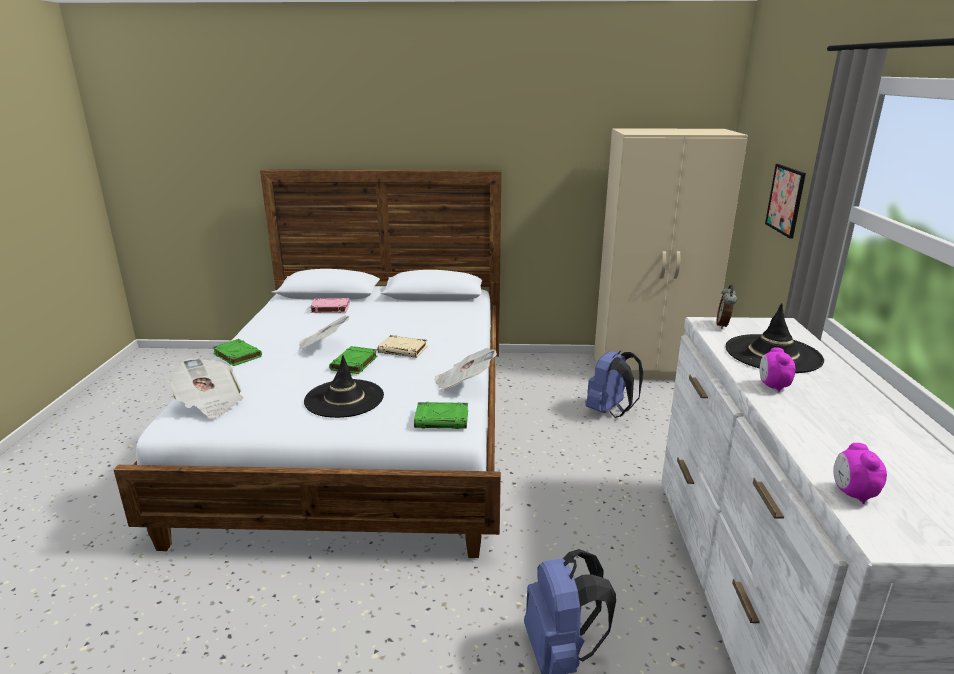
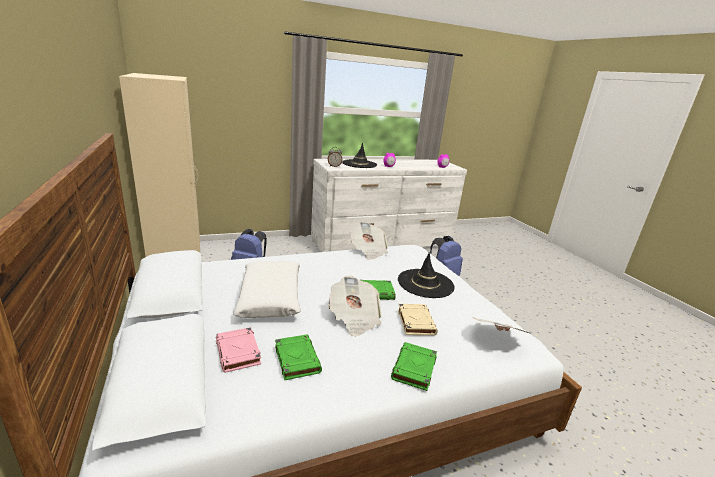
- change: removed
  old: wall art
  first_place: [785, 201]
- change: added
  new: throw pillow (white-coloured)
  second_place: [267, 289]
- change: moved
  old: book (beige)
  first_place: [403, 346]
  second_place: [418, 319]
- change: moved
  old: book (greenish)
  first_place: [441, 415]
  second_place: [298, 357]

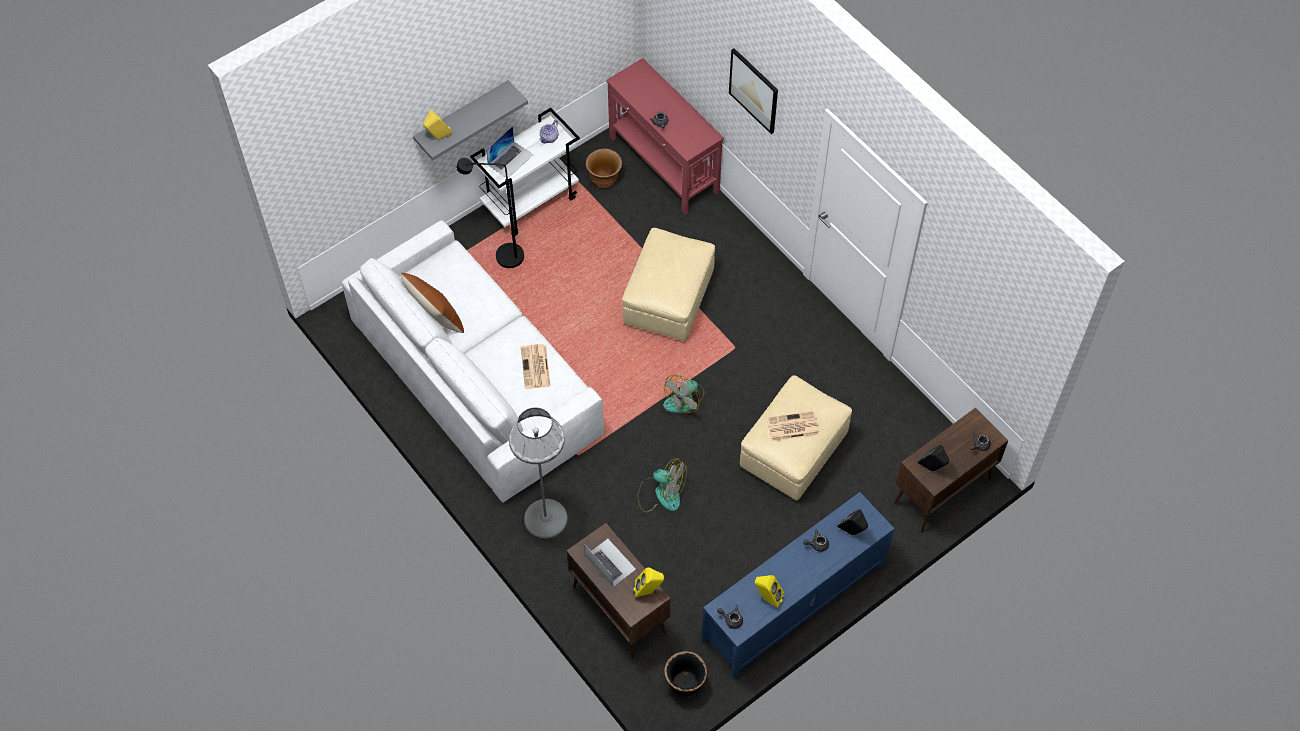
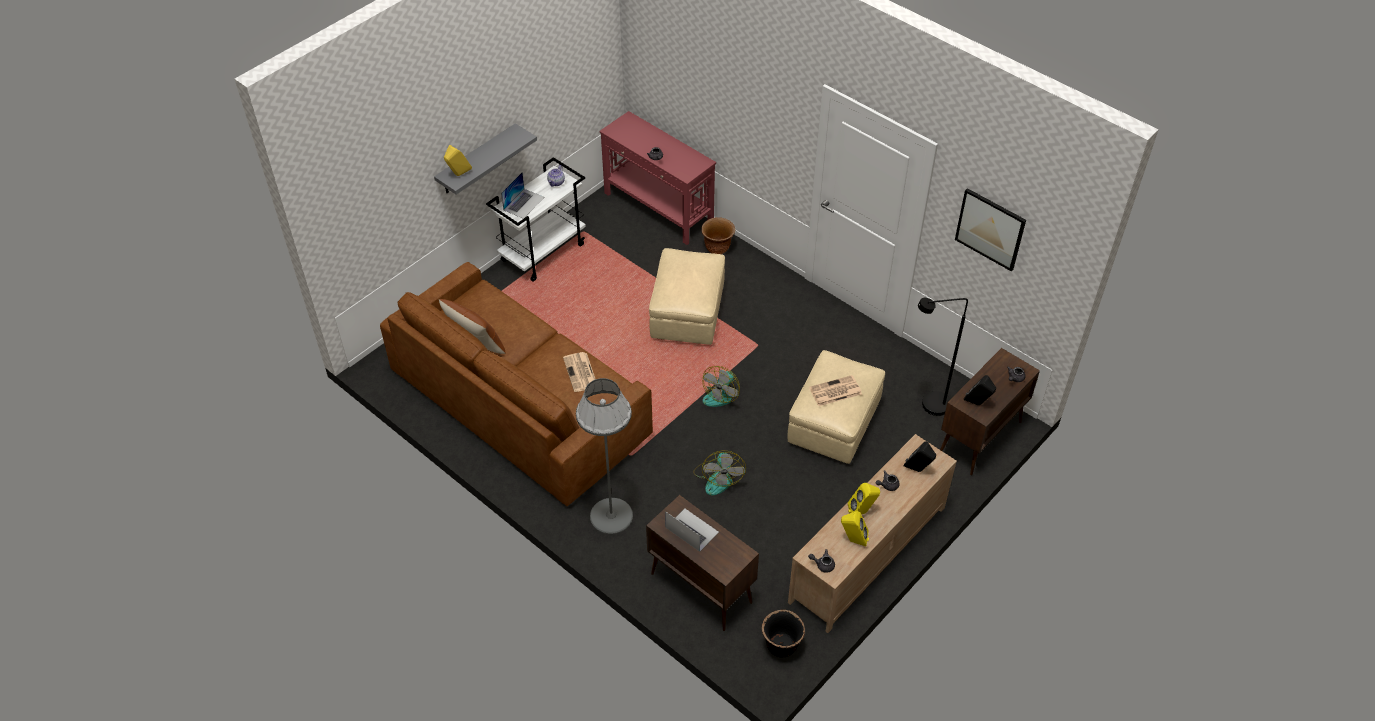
- change: moved
  old: standing lamp (black-coloured)
  first_place: [490, 213]
  second_place: [943, 357]
- change: moved
  old: flower pot (brown-coloured)
  first_place: [604, 168]
  second_place: [718, 235]
- change: moved
  old: speaker (yellowish)
  first_place: [649, 582]
  second_place: [864, 499]
- change: moved
  old: wall art
  first_place: [753, 91]
  second_place: [990, 229]
- change: recoloured
  old: sofa (white-coloured)
  new: sofa (brown-coloured)
  first_place: [473, 361]
  second_place: [516, 384]
- change: recoloured
  old: media console (bluish)
  new: media console (beige)
  first_place: [798, 585]
  second_place: [872, 533]
- change: turned
  old: cooling fan
  first_place: [662, 485]
  second_place: [719, 473]
  degrees: 75

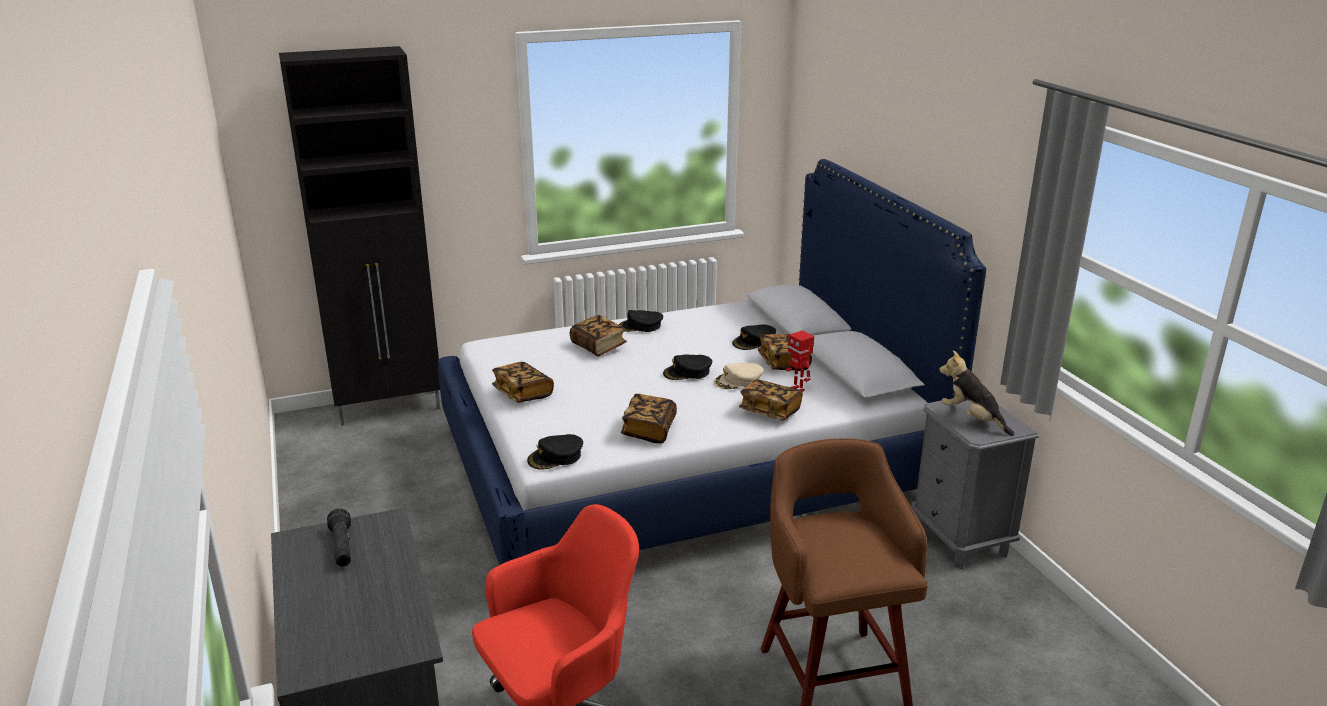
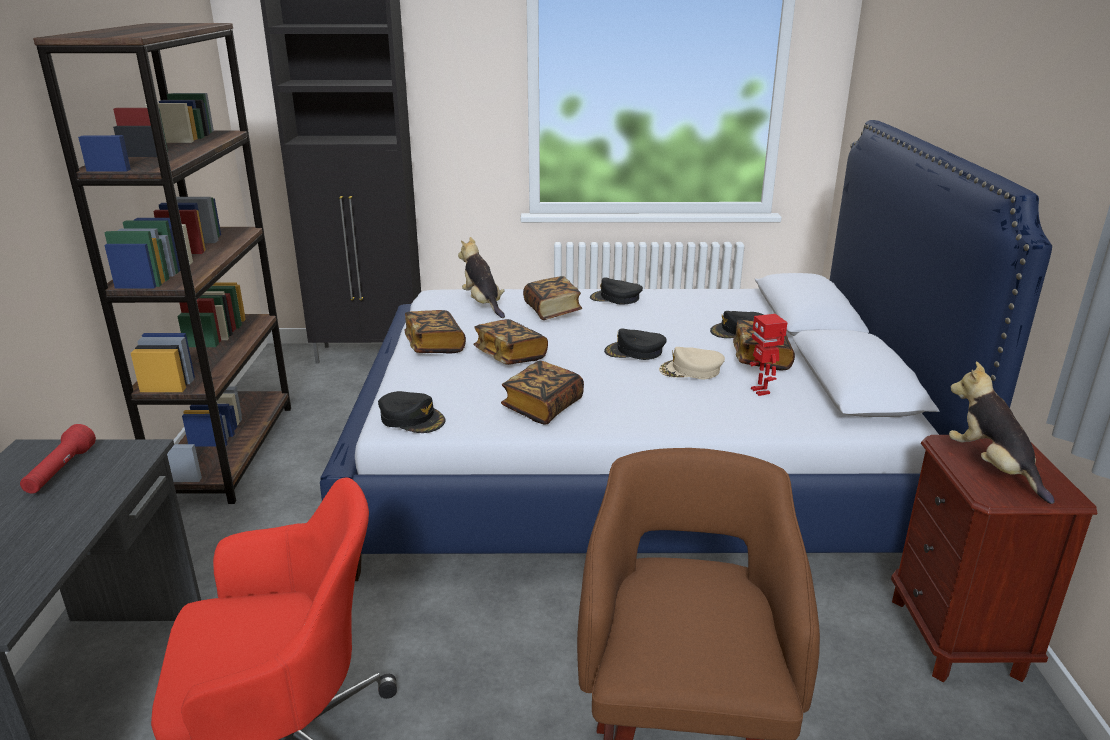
- change: added
  new: shelving unit (brown-coloured)
  second_place: [162, 263]
- change: added
  new: plush toy
  second_place: [481, 277]
- change: moved
  old: book
  first_place: [771, 399]
  second_place: [510, 342]
- change: recoloured
  old: flashlight (black-coloured)
  new: flashlight (reddish)
  first_place: [339, 537]
  second_place: [58, 459]
- change: recoloured
  old: night table (grey)
  new: night table (brown-coloured)
  first_place: [975, 483]
  second_place: [994, 558]
- change: turned
  old: cap (black-coloured)
  first_place: [555, 452]
  second_place: [412, 412]
  degrees: -135

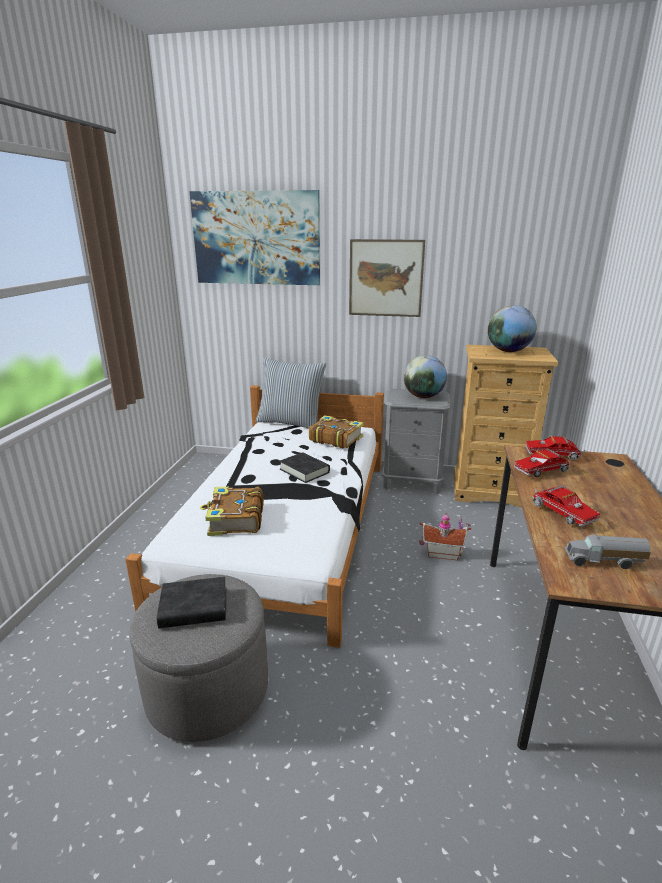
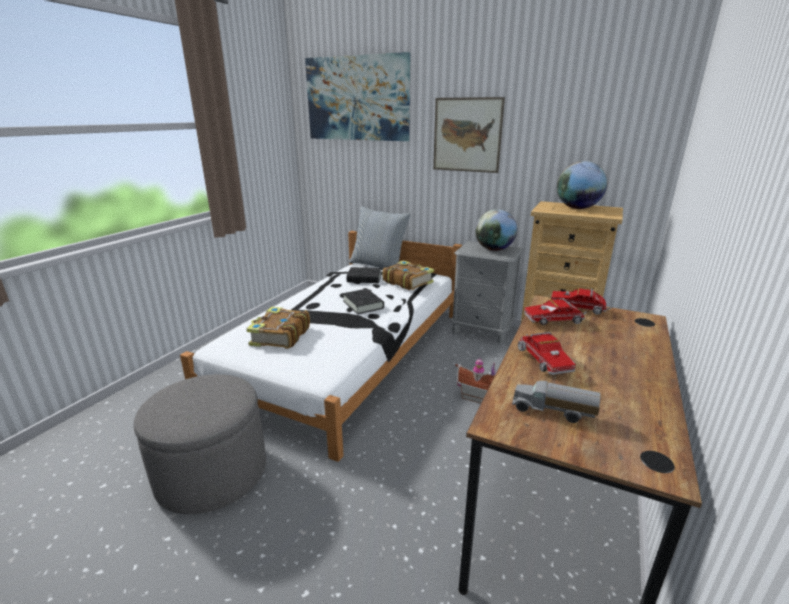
- change: moved
  old: book (black-coloured)
  first_place: [191, 602]
  second_place: [363, 275]

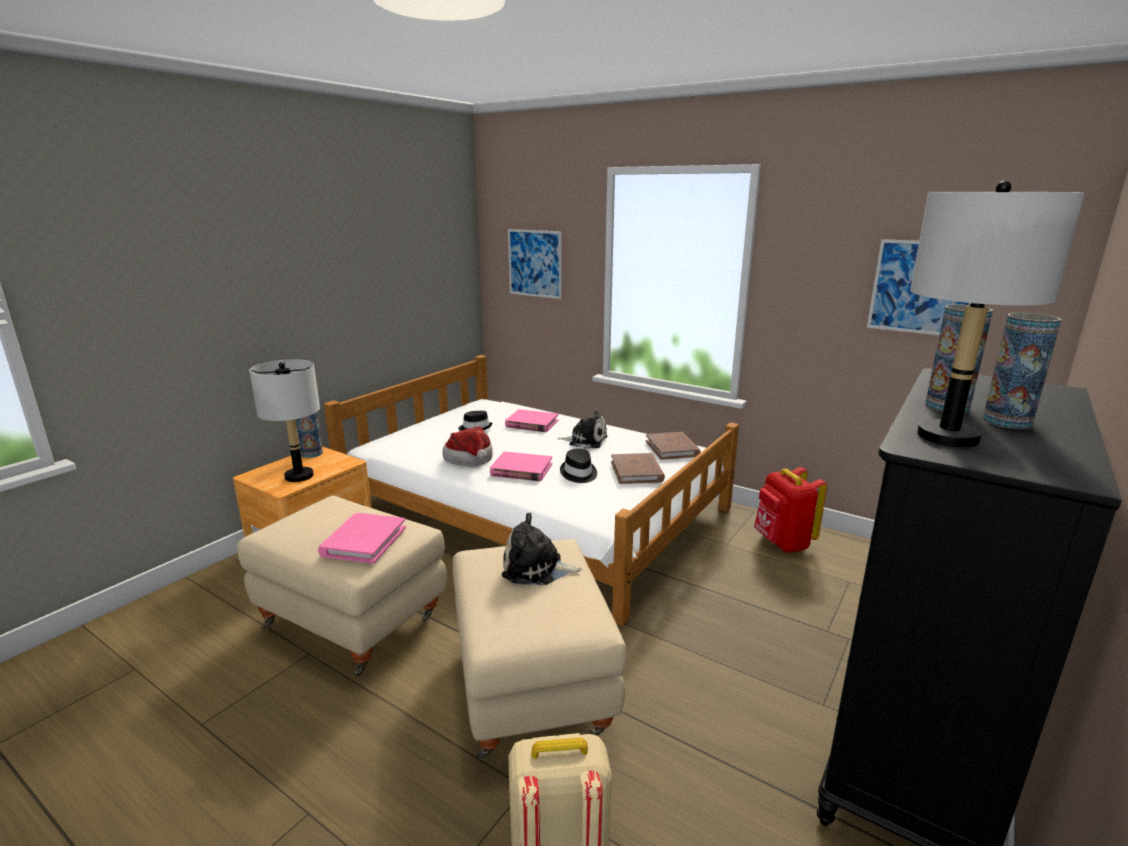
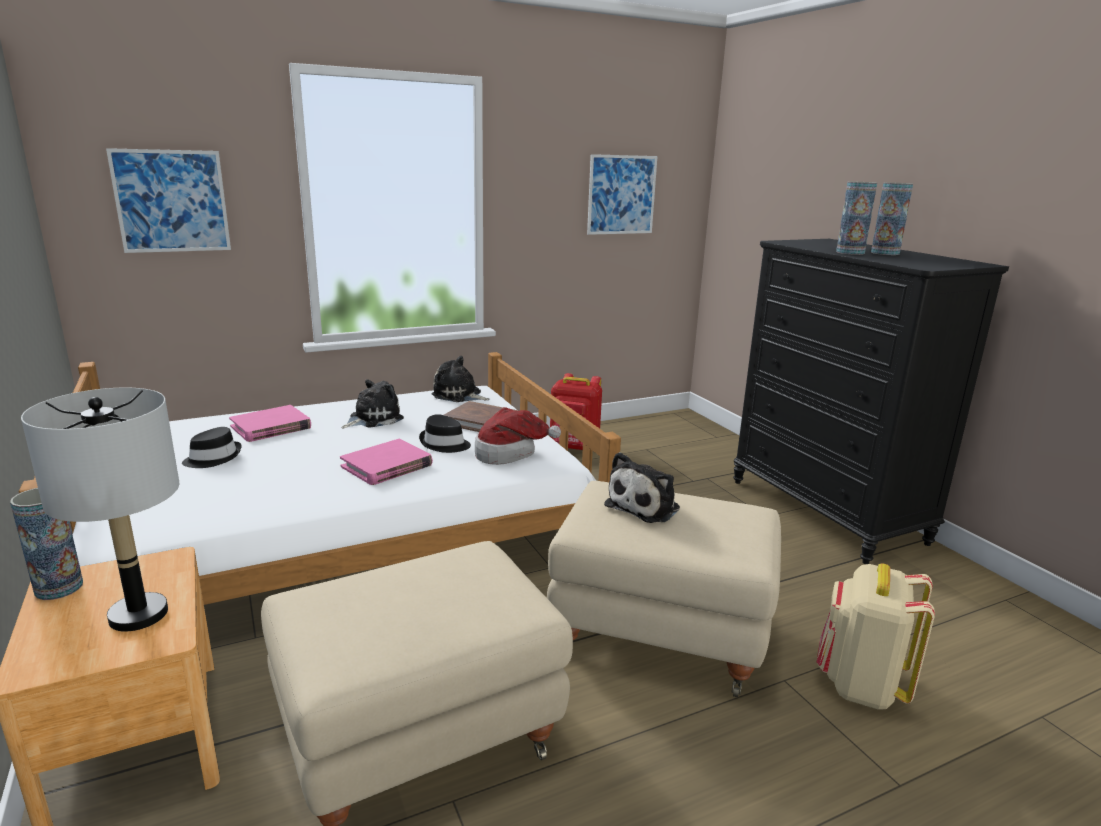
- change: removed
  old: book (pinkish)
  first_place: [362, 538]
- change: removed
  old: lamp for a table (grey)
  first_place: [997, 314]
- change: moved
  old: clothing hat
  first_place: [467, 446]
  second_place: [518, 436]
- change: replaced
  old: book (brown-coloured)
  new: plush toy
  first_place: [673, 446]
  second_place: [461, 379]

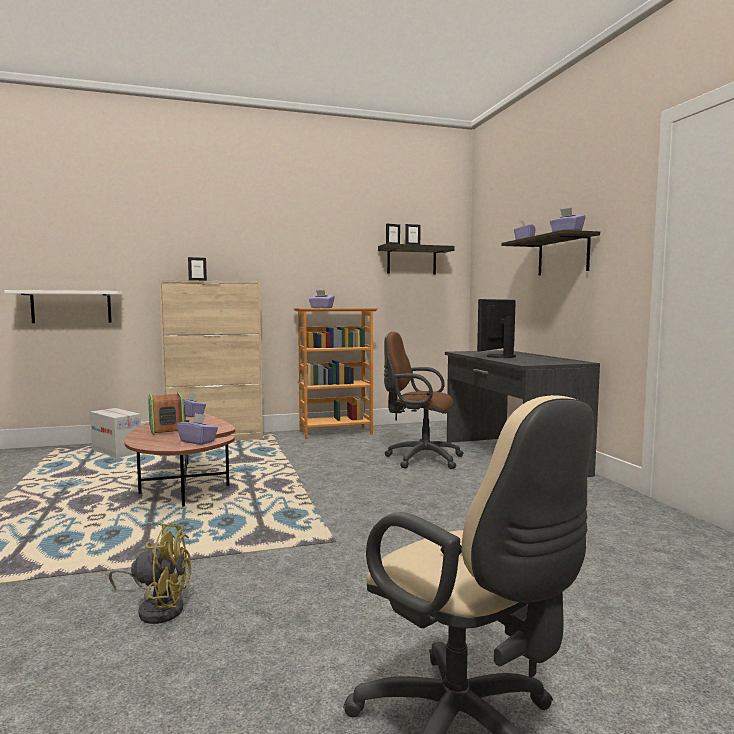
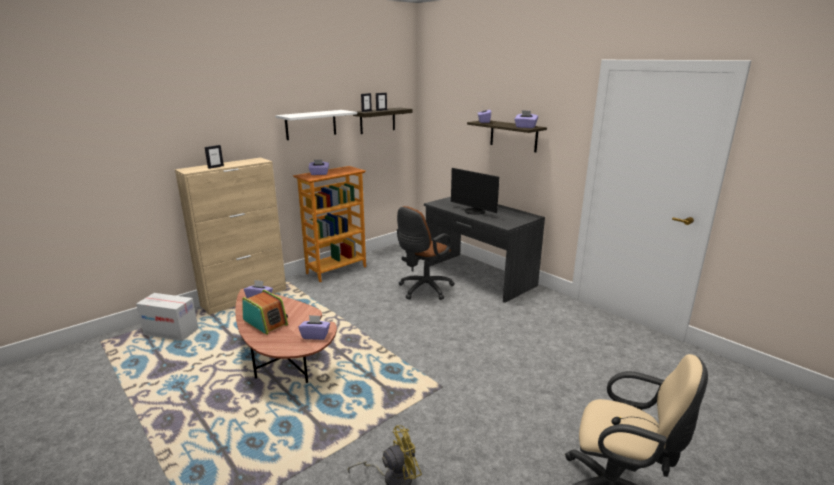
- change: moved
  old: wall shelf (white-coloured)
  first_place: [63, 306]
  second_place: [316, 125]
- change: turned
  old: computer chair (brown-coloured)
  first_place: [424, 400]
  second_place: [426, 253]
  degrees: -45
- change: turned
  old: computer screen
  first_place: [496, 328]
  second_place: [475, 191]
  degrees: -60

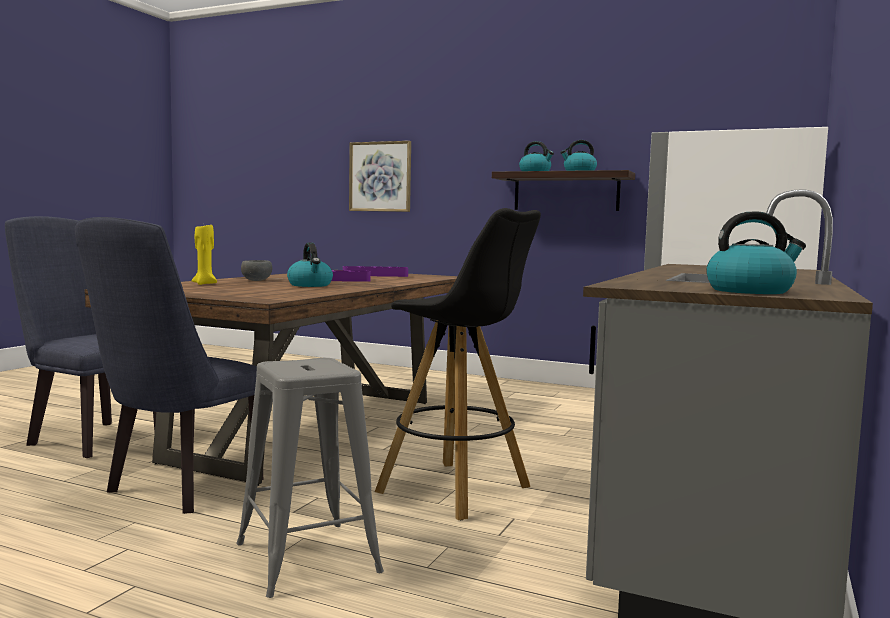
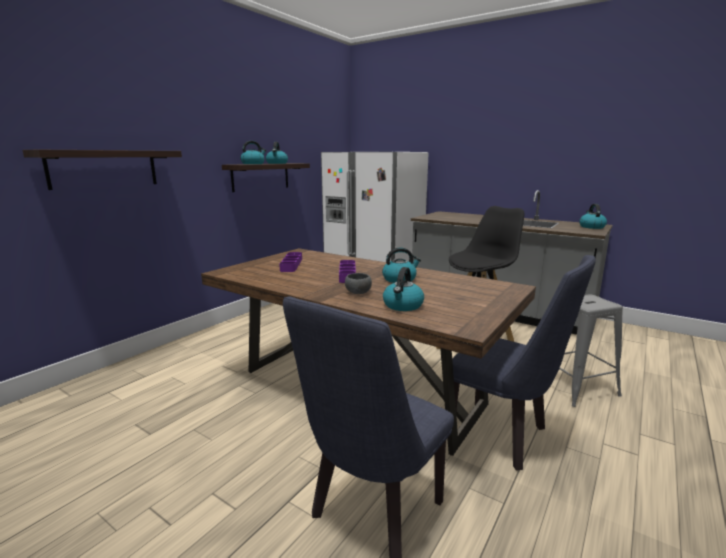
- change: replaced
  old: wax light (yellowish)
  new: water kettle
  first_place: [204, 255]
  second_place: [403, 289]
- change: replaced
  old: wall art
  new: wall shelf
  first_place: [380, 176]
  second_place: [102, 170]

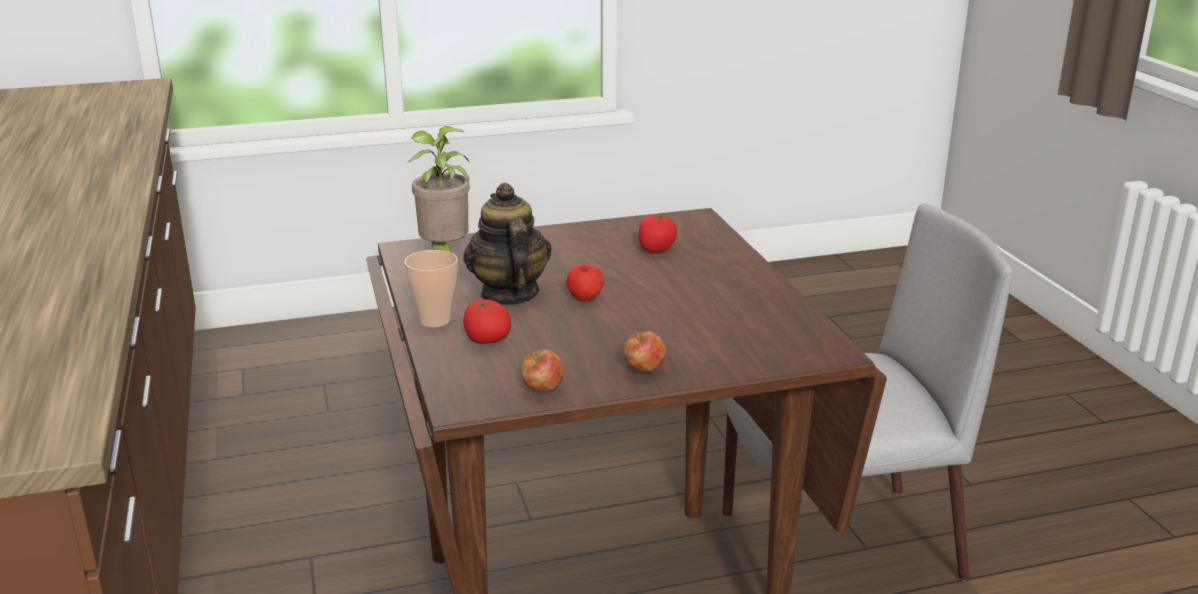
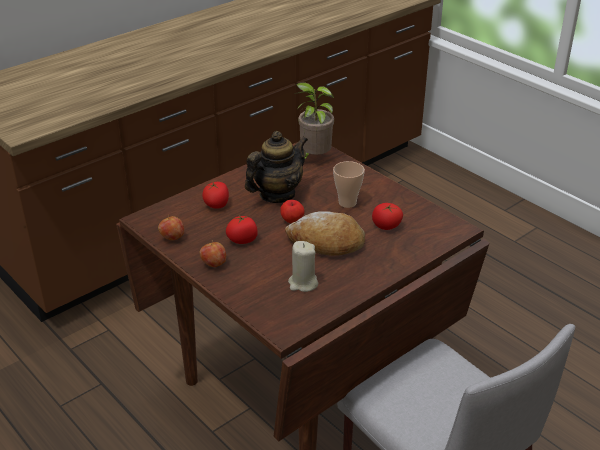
- change: added
  new: whole tomato
  second_place: [242, 229]
- change: added
  new: bakery bread
  second_place: [325, 233]
- change: added
  new: wax light (beige)
  second_place: [303, 266]
- change: moved
  old: drinking cup
  first_place: [431, 289]
  second_place: [349, 184]

